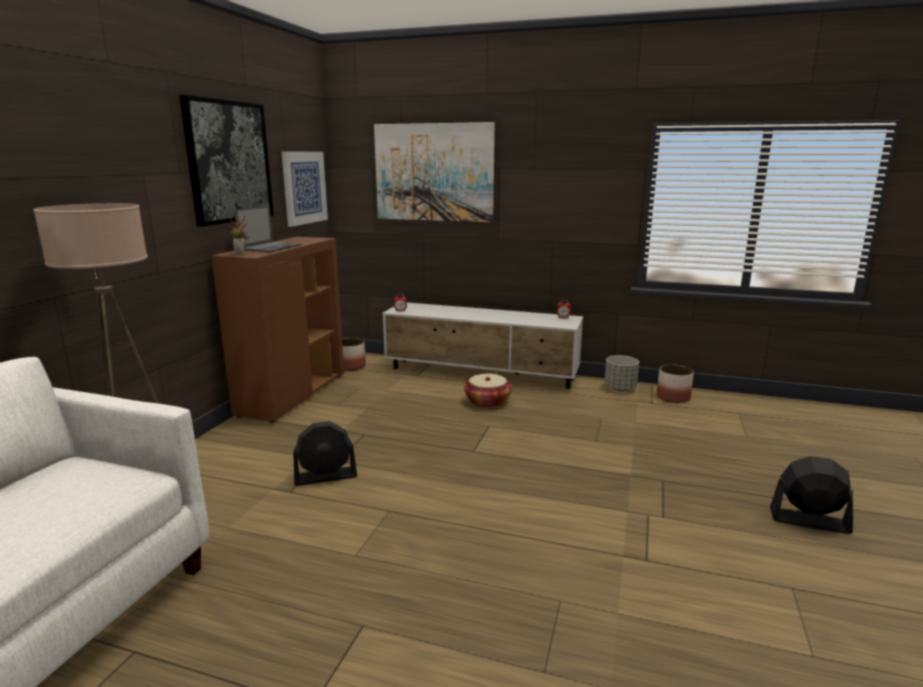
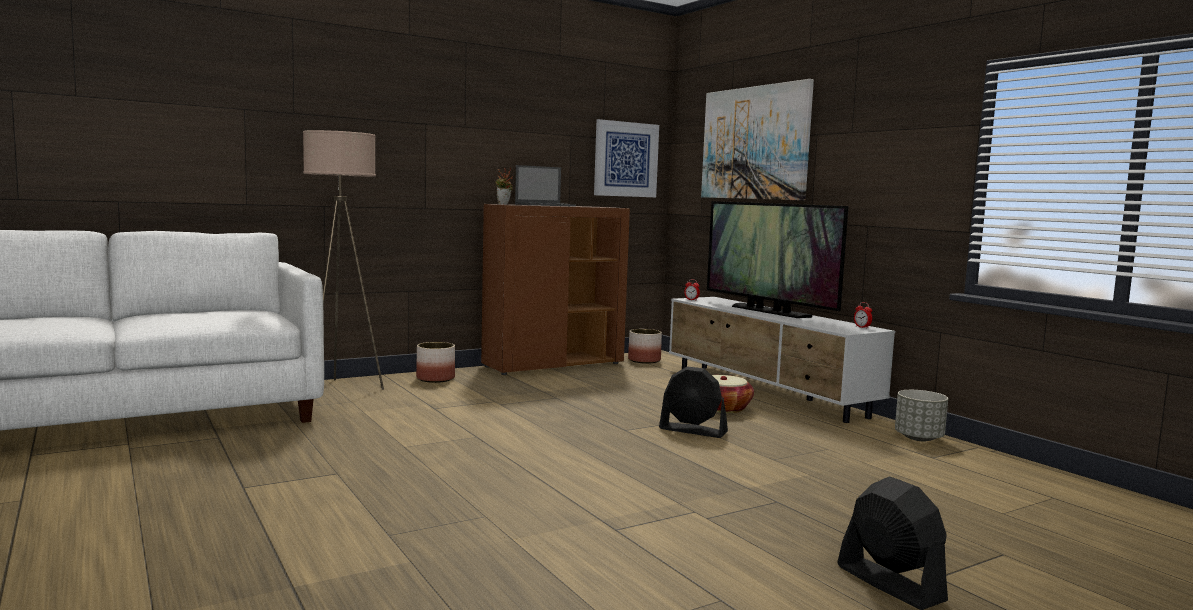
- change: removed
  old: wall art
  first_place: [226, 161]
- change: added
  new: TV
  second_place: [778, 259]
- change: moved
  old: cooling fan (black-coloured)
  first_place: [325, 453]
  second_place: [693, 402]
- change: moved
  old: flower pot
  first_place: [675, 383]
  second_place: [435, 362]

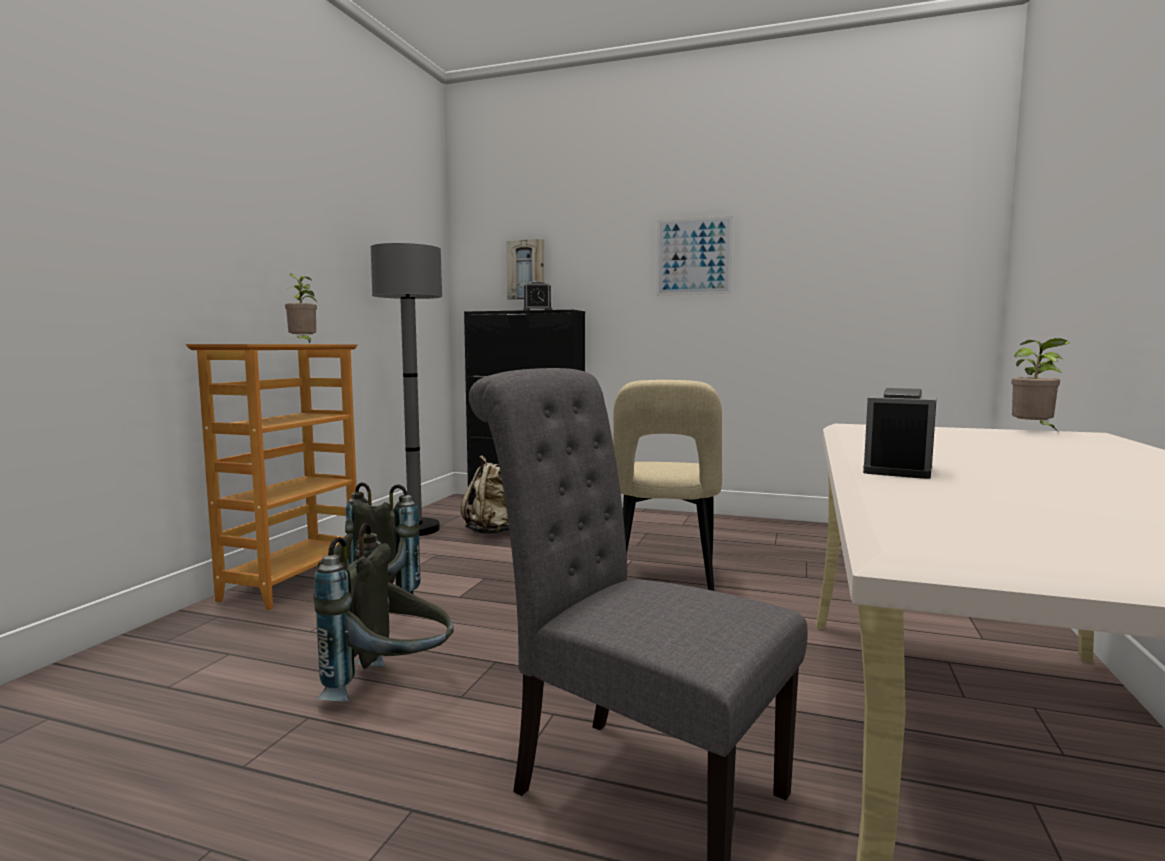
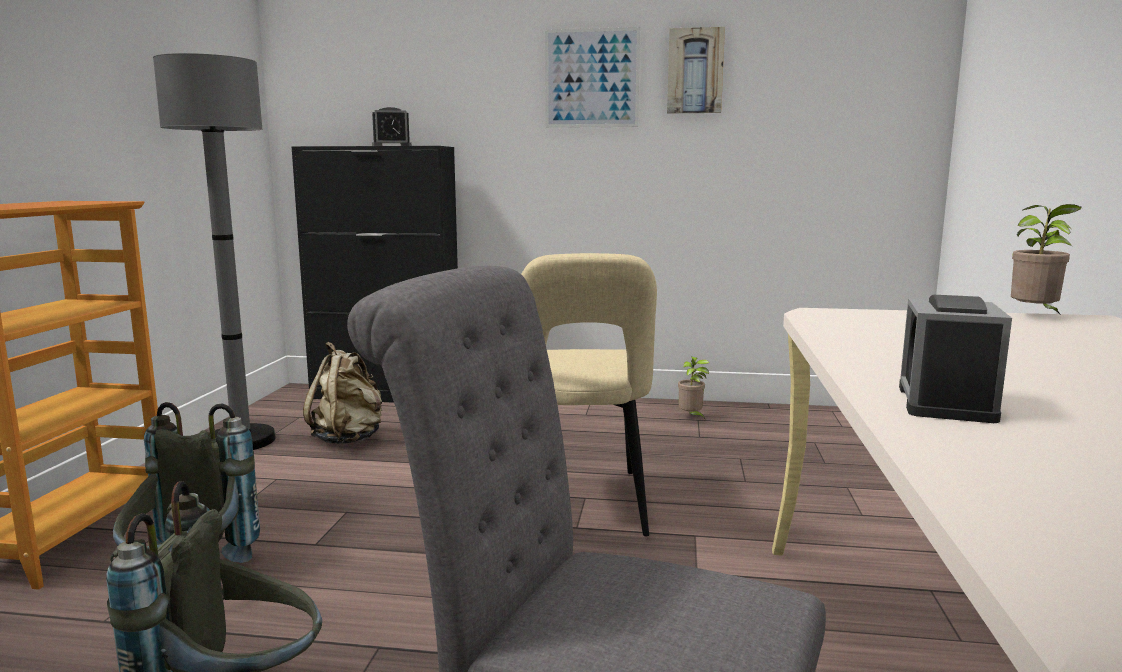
- change: moved
  old: potted plant
  first_place: [301, 308]
  second_place: [693, 388]
- change: moved
  old: wall art
  first_place: [525, 269]
  second_place: [696, 70]

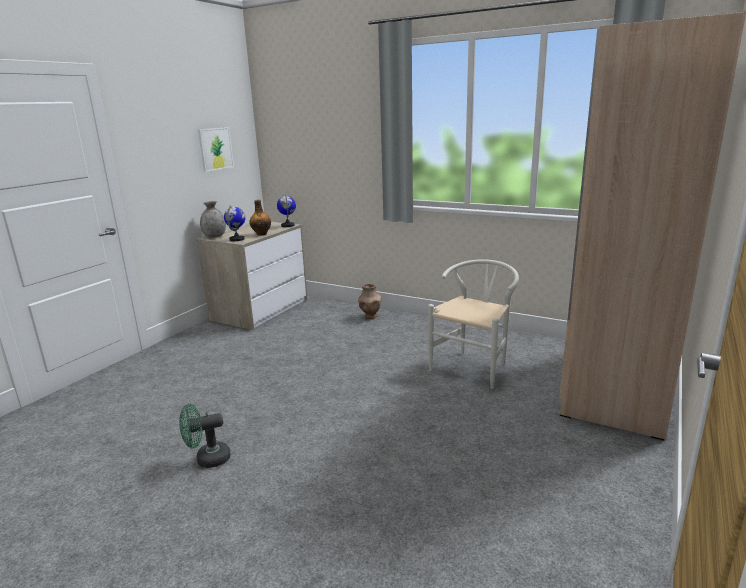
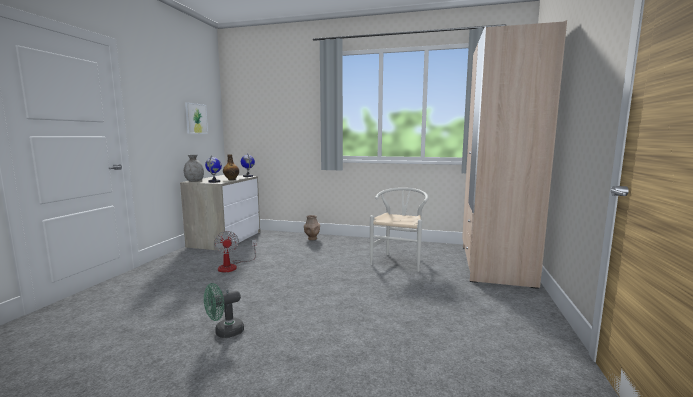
- change: added
  new: cooling fan
  second_place: [235, 251]

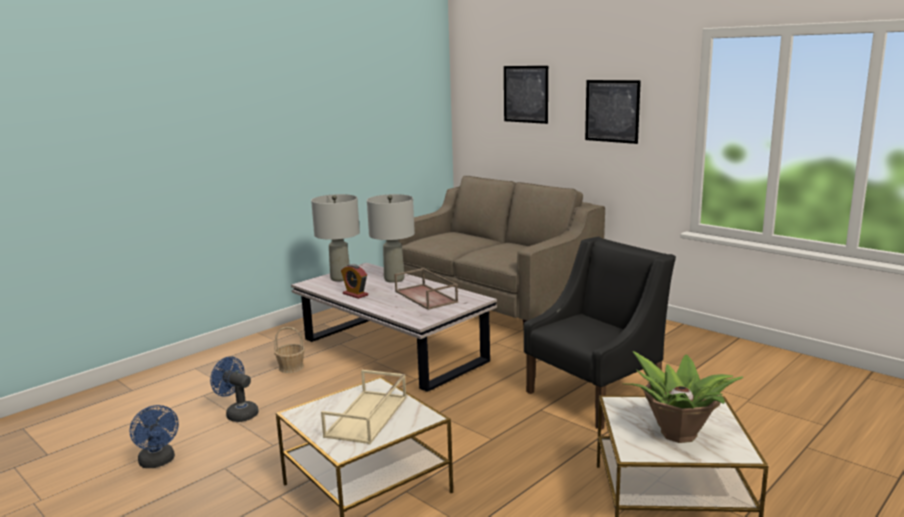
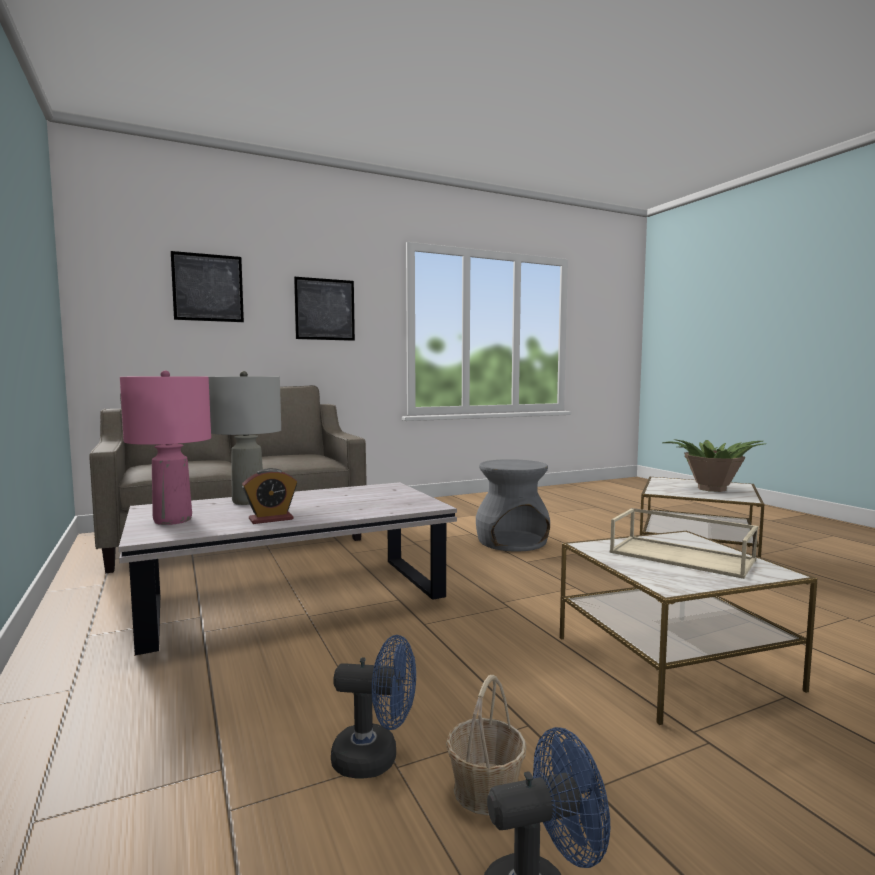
- change: removed
  old: serving tray (brown-coloured)
  first_place: [426, 289]
- change: moved
  old: household basket
  first_place: [289, 350]
  second_place: [486, 745]
- change: replaced
  old: lounge chair (black-coloured)
  new: stool seat (grey)
  first_place: [600, 333]
  second_place: [513, 505]
- change: recoloured
  old: lamp for a table (grey)
  new: lamp for a table (pinkish)
  first_place: [335, 238]
  second_place: [165, 447]
- change: turned
  old: cooling fan (bluish)
  first_place: [234, 389]
  second_place: [373, 707]
  degrees: -135

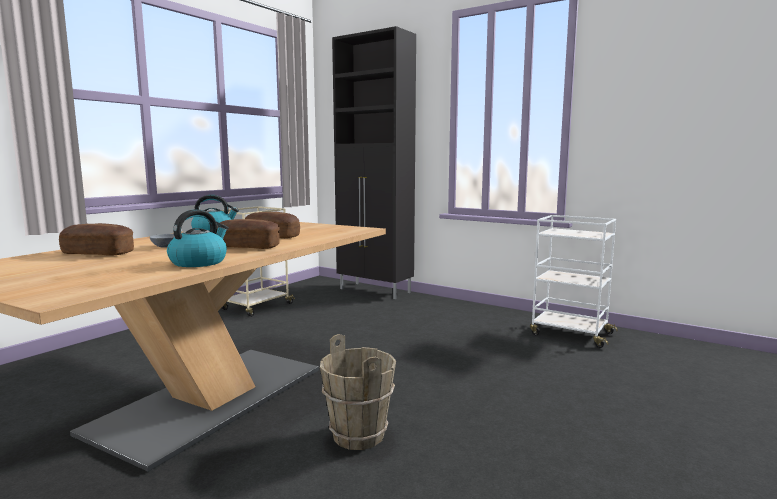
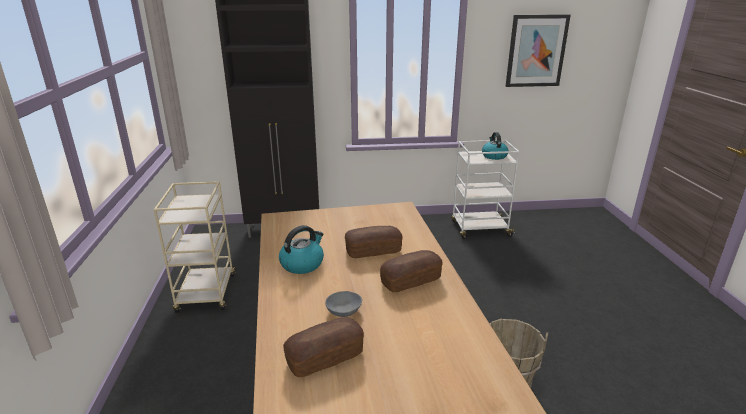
- change: added
  new: wall art
  second_place: [538, 50]
- change: moved
  old: water kettle
  first_place: [197, 238]
  second_place: [495, 146]

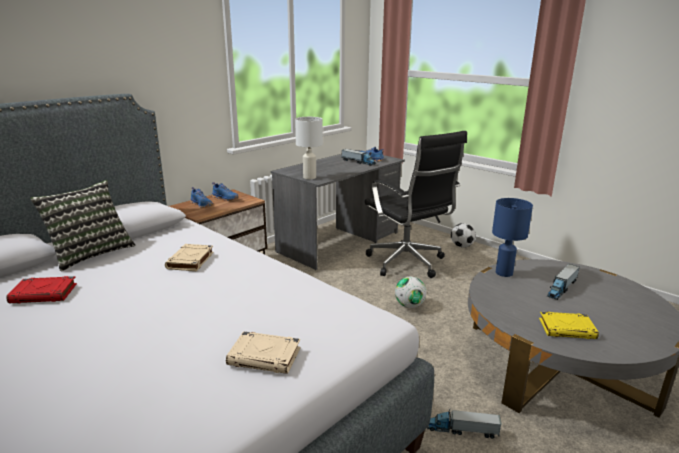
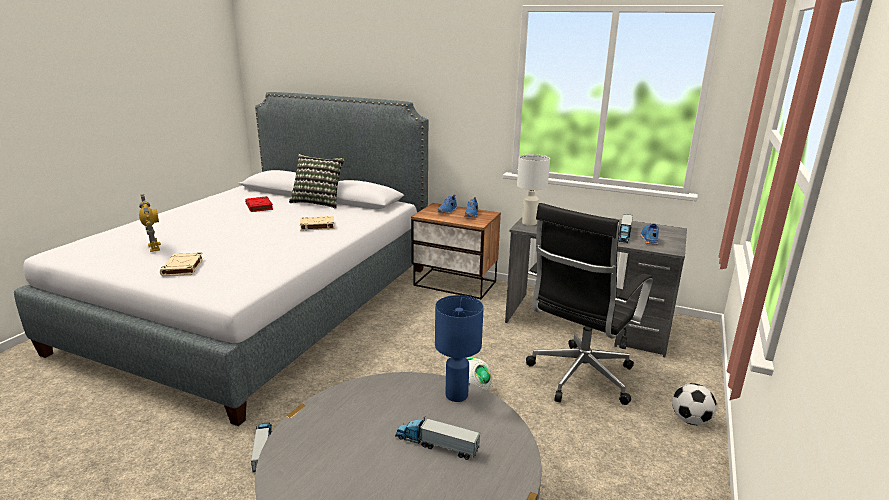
- change: removed
  old: book (yellowish)
  first_place: [569, 325]
- change: added
  new: toy robot
  second_place: [150, 223]

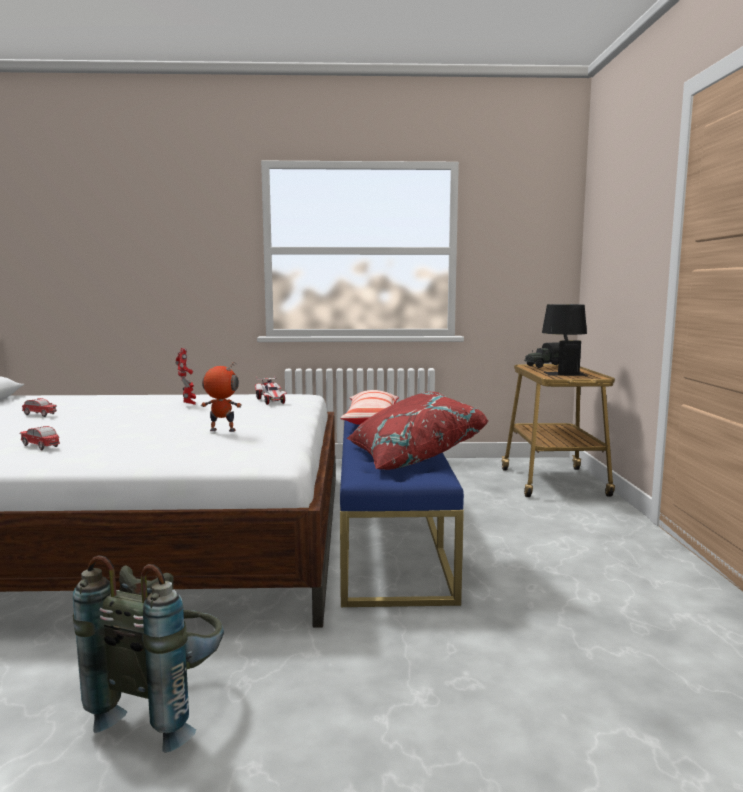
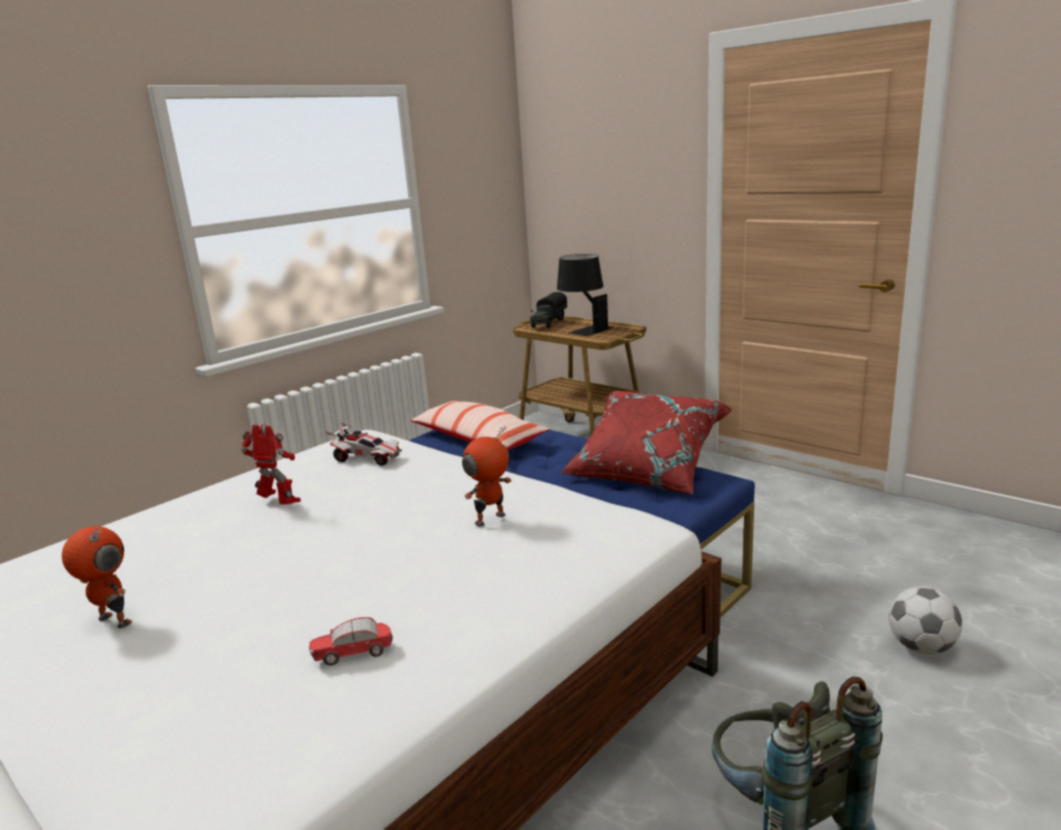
- change: added
  new: football
  second_place: [925, 620]
- change: replaced
  old: model car
  new: toy robot
  first_place: [39, 407]
  second_place: [97, 577]

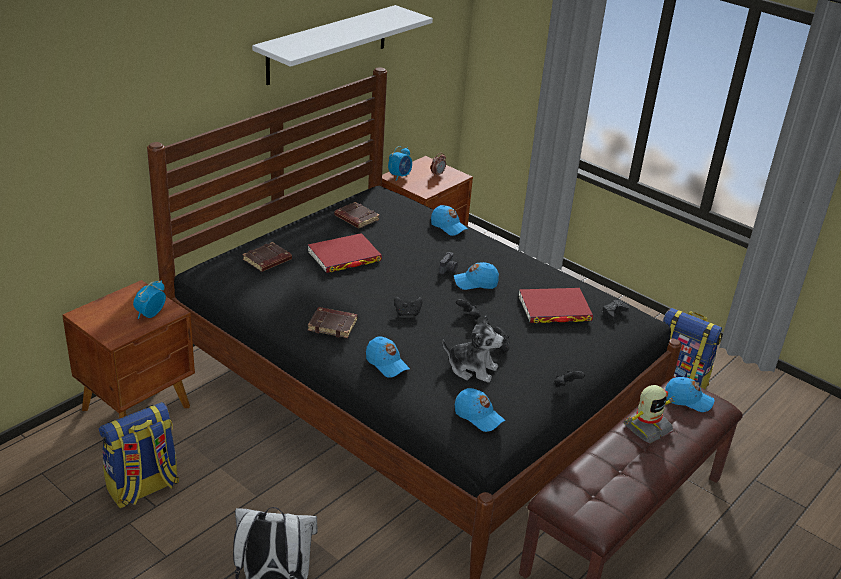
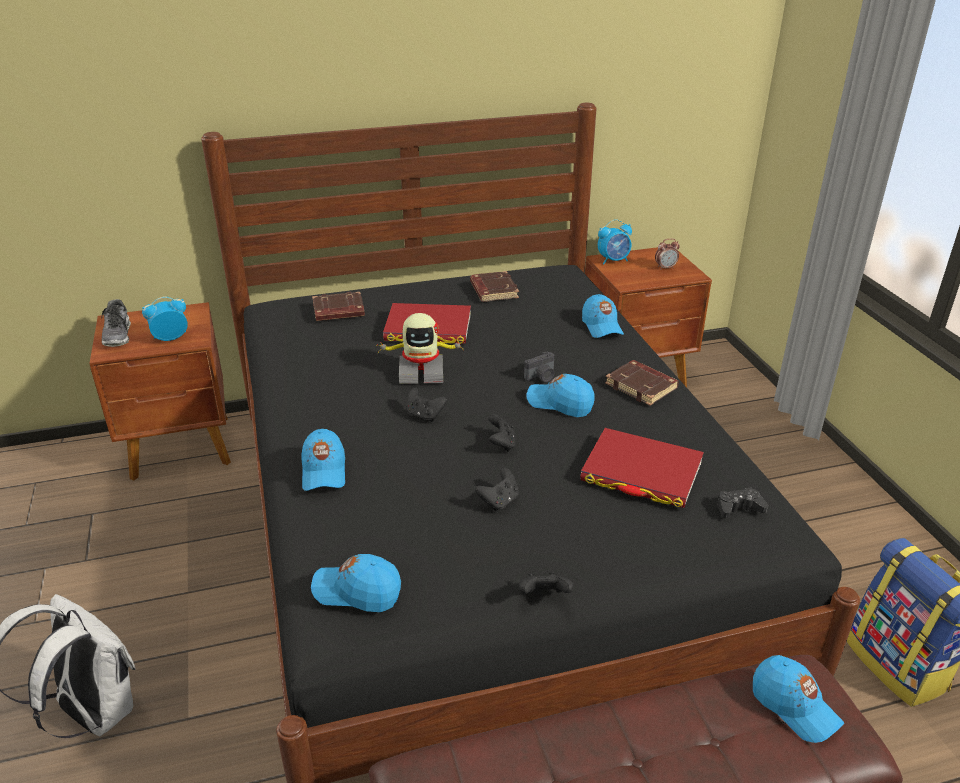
- change: removed
  old: backpack
  first_place: [139, 455]
- change: removed
  old: wall shelf (white-coloured)
  first_place: [342, 45]
- change: removed
  old: plush toy
  first_place: [473, 349]
- change: added
  new: shoe
  second_place: [116, 323]
- change: moved
  old: book (brown-coloured)
  first_place: [333, 322]
  second_place: [642, 383]
- change: moved
  old: toy robot
  first_place: [649, 414]
  second_place: [419, 348]
- change: turned
  old: cap (bluish)
  first_place: [480, 410]
  second_place: [356, 583]
  degrees: 120

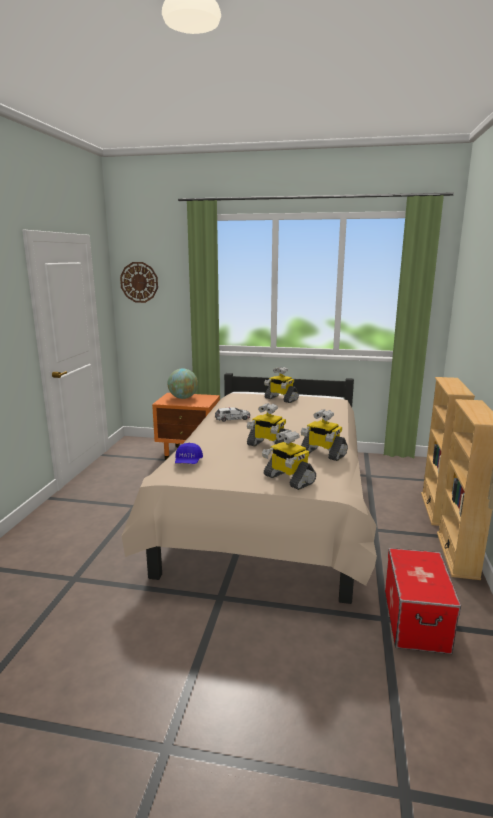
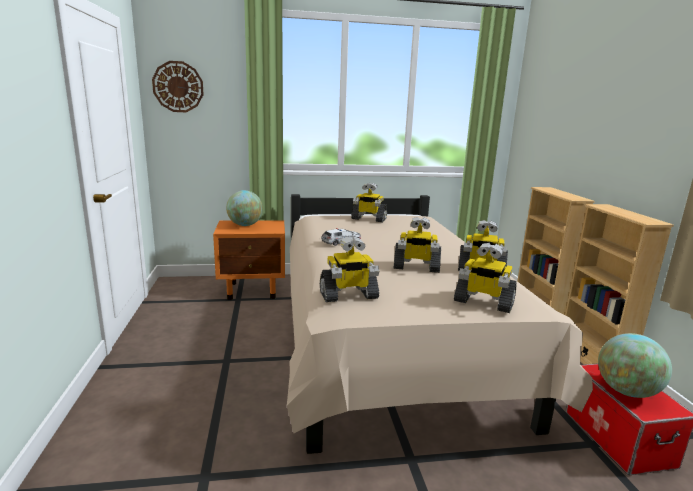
- change: added
  new: world globe
  second_place: [635, 365]
- change: replaced
  old: cap (bluish)
  new: toy robot
  first_place: [189, 453]
  second_place: [349, 269]

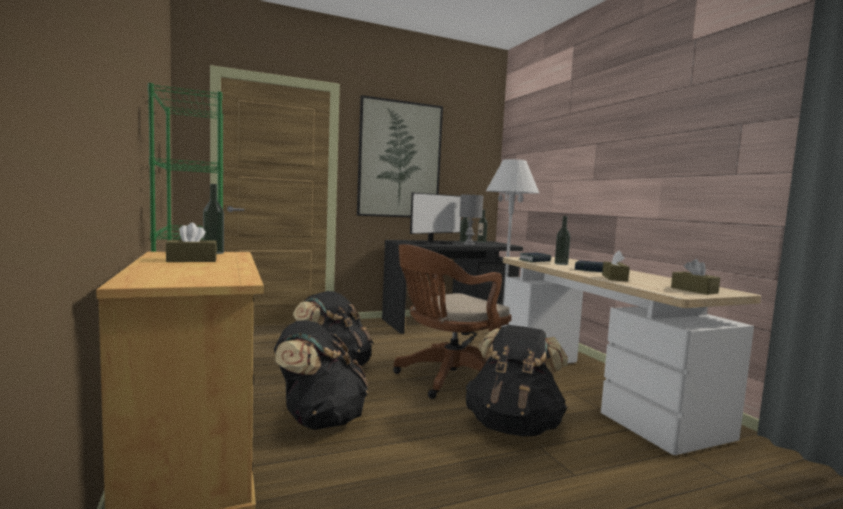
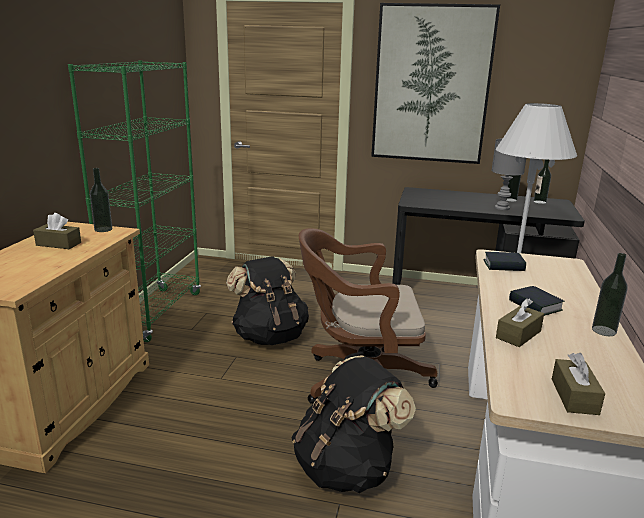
- change: removed
  old: backpack (black-coloured)
  first_place: [321, 375]
- change: removed
  old: computer screen
  first_place: [435, 218]
- change: moved
  old: drink bottle
  first_place: [562, 240]
  second_place: [610, 294]

